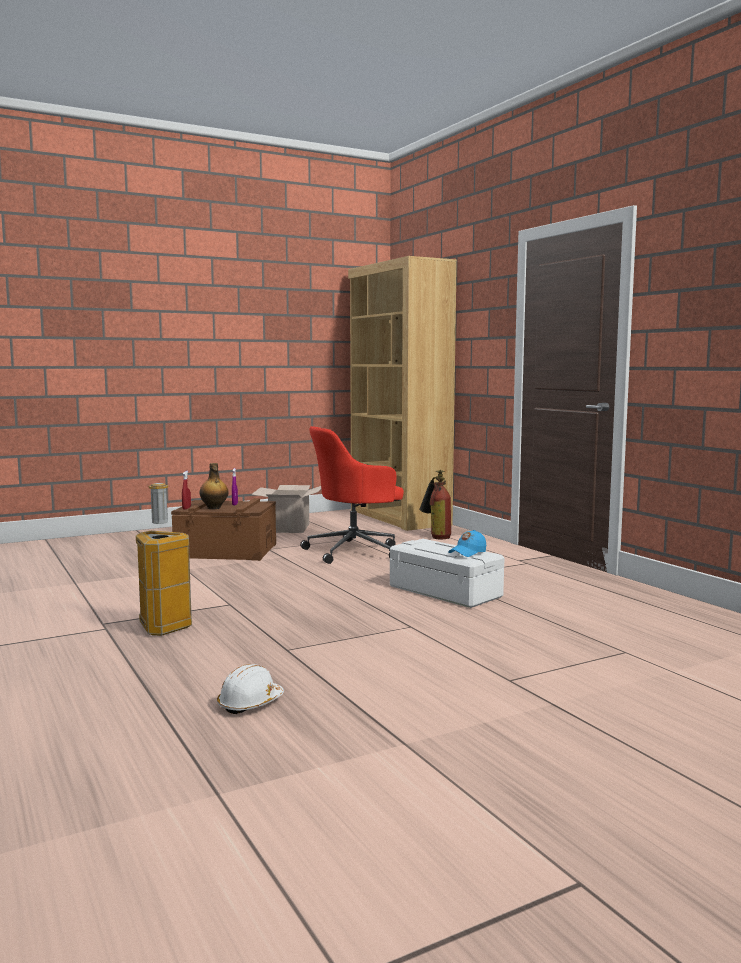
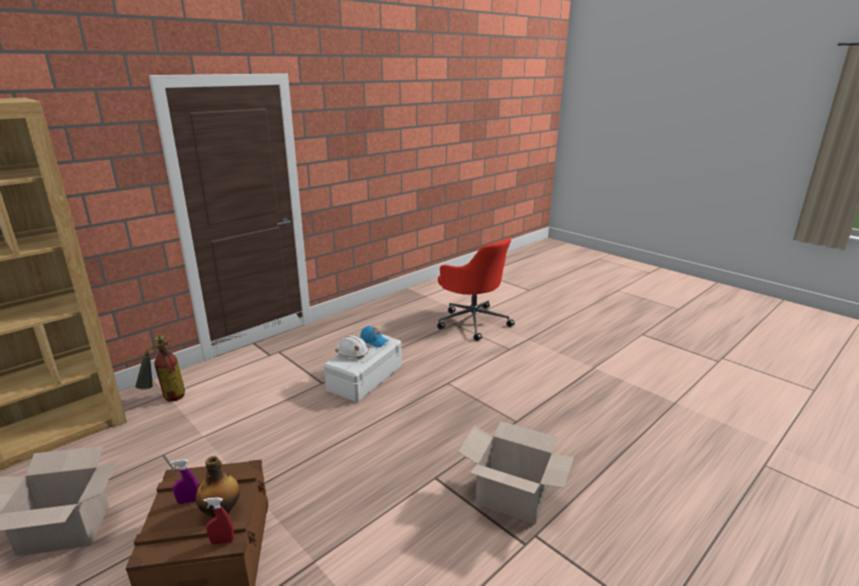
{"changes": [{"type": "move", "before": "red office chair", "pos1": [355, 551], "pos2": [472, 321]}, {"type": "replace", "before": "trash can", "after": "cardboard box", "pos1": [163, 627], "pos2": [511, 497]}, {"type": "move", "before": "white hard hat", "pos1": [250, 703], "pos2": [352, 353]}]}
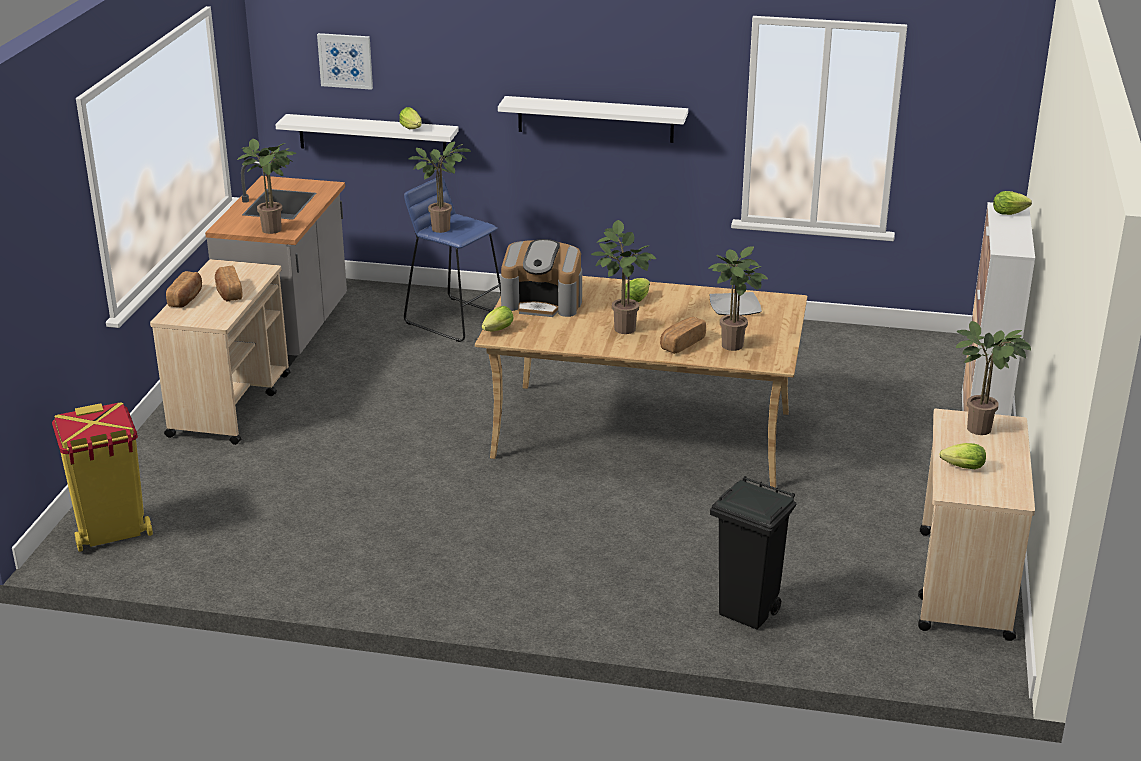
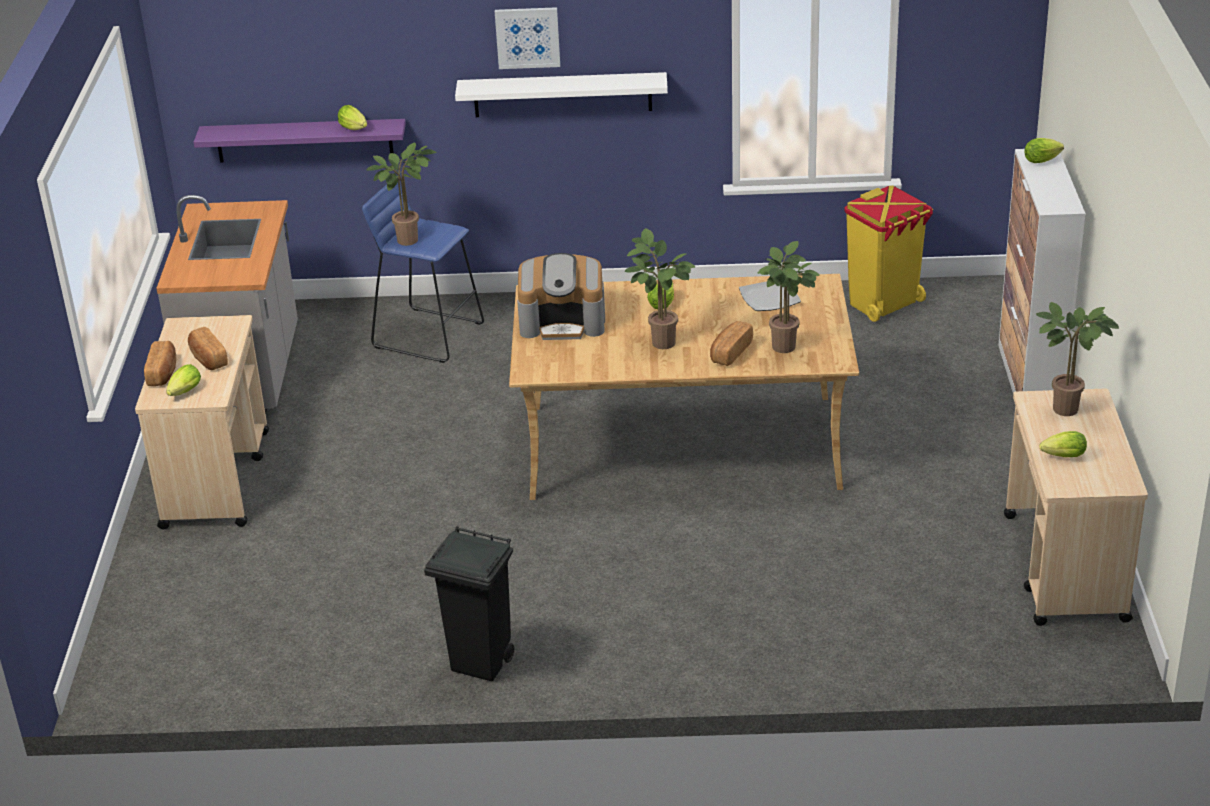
{"changes": [{"type": "move", "before": "picture", "pos1": [345, 60], "pos2": [527, 37]}, {"type": "recolor", "before": "white shelf", "after": "purple shelf", "pos1": [372, 136], "pos2": [304, 140]}, {"type": "delete", "before": "potted plant", "pos1": [275, 229]}, {"type": "move", "before": "lettuce", "pos1": [496, 331], "pos2": [184, 393]}, {"type": "move", "before": "yellow trash can", "pos1": [112, 532], "pos2": [884, 304]}, {"type": "move", "before": "black trash can", "pos1": [748, 612], "pos2": [482, 663]}]}
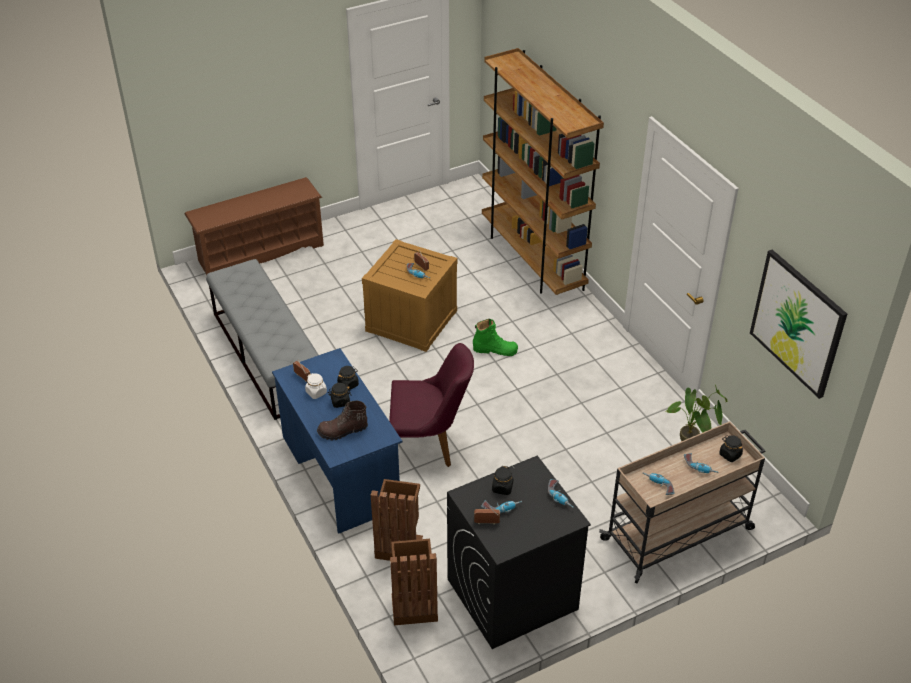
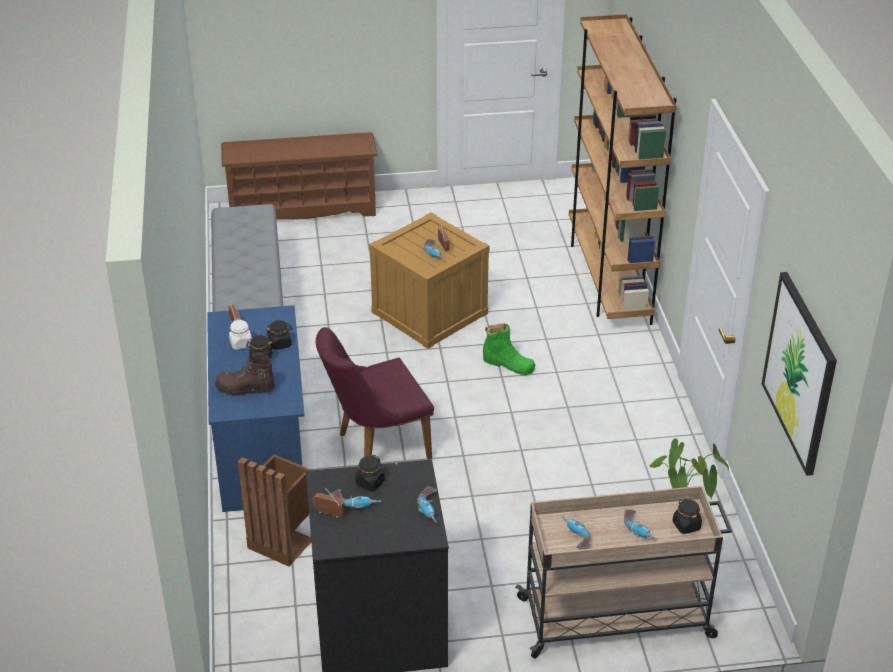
{"changes": [{"type": "rotate", "before": "purple chair", "pos1": [429, 445], "pos2": [375, 447], "turn": 135}, {"type": "delete", "before": "brown trash can", "pos1": [413, 605]}]}
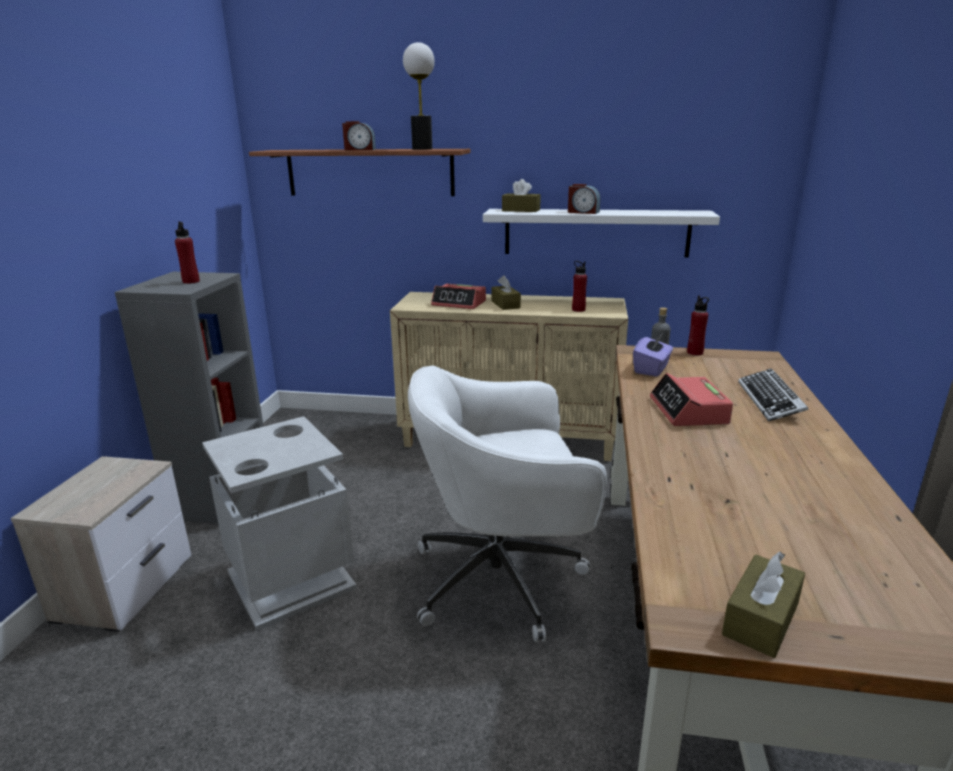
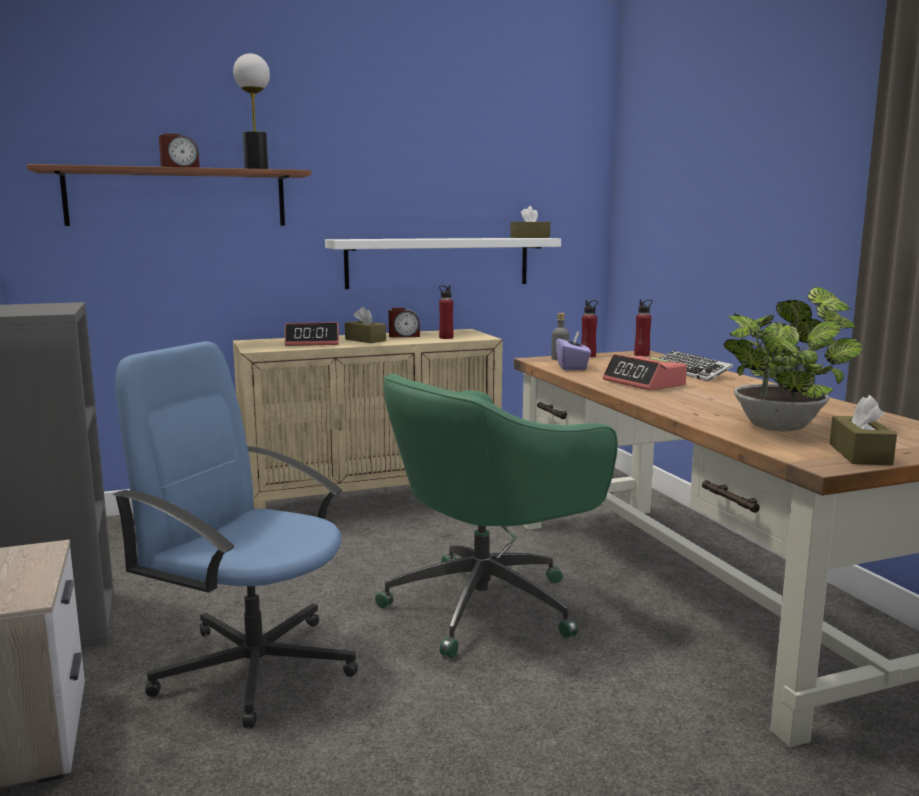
{"changes": [{"type": "move", "before": "brown tissue box", "pos1": [521, 210], "pos2": [530, 237]}, {"type": "move", "before": "alarm clock", "pos1": [583, 212], "pos2": [404, 336]}, {"type": "move", "before": "red bottle", "pos1": [191, 281], "pos2": [641, 355]}, {"type": "recolor", "before": "white office chair", "after": "green office chair", "pos1": [503, 579], "pos2": [487, 604]}, {"type": "replace", "before": "grey trash can", "after": "blue office chair", "pos1": [291, 579], "pos2": [253, 666]}, {"type": "insert", "after": "potted plant", "pos2": [782, 426]}]}
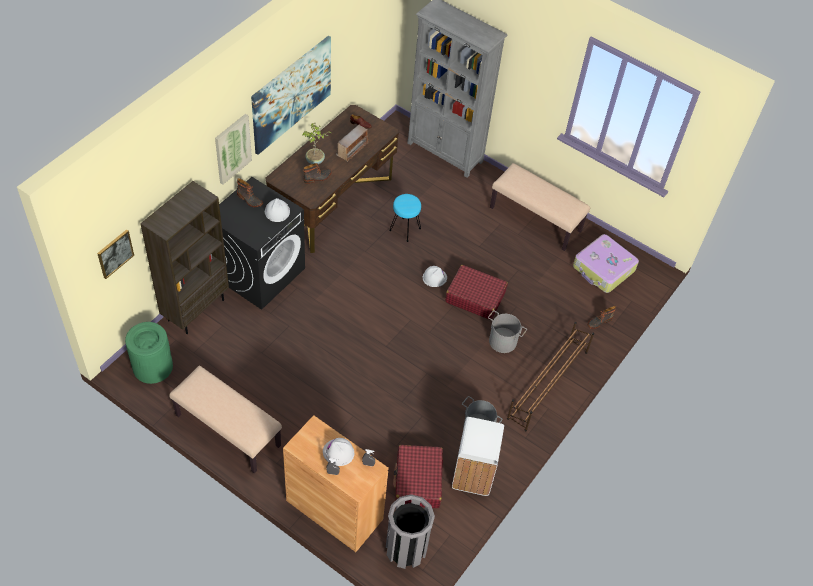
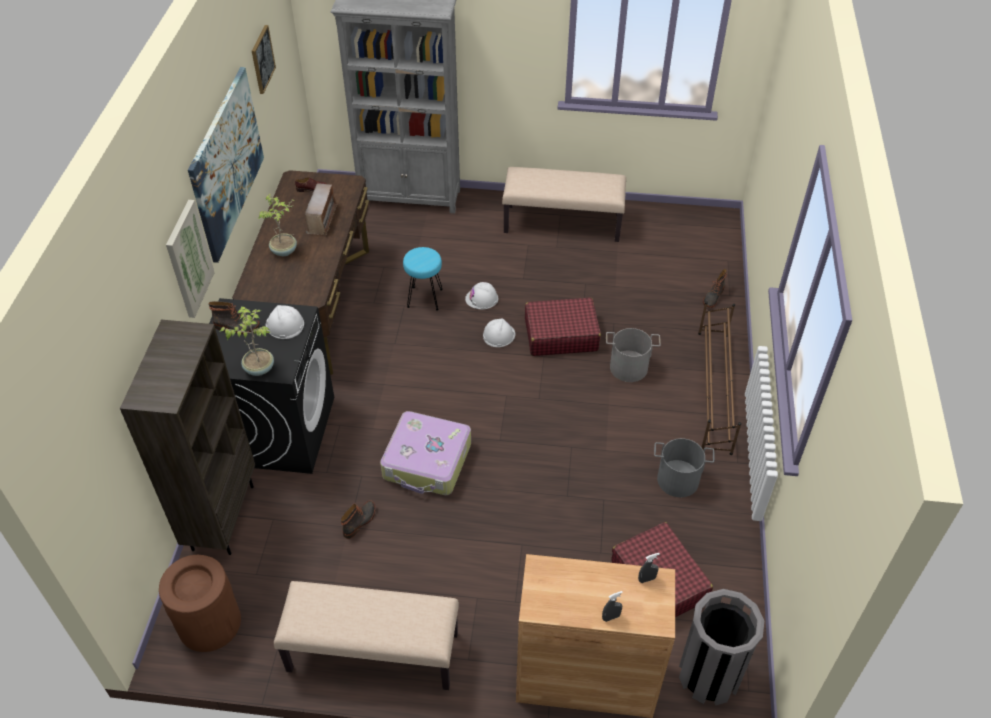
{"changes": [{"type": "move", "before": "boot", "pos1": [317, 178], "pos2": [360, 521]}, {"type": "move", "before": "picture", "pos1": [115, 253], "pos2": [262, 59]}, {"type": "move", "before": "suitcase", "pos1": [603, 269], "pos2": [427, 462]}, {"type": "recolor", "before": "green trash can", "after": "brown trash can", "pos1": [152, 366], "pos2": [209, 623]}, {"type": "delete", "before": "white trash can", "pos1": [473, 474]}, {"type": "move", "before": "white hard hat", "pos1": [338, 452], "pos2": [482, 299]}, {"type": "insert", "after": "potted plant", "pos2": [259, 368]}]}
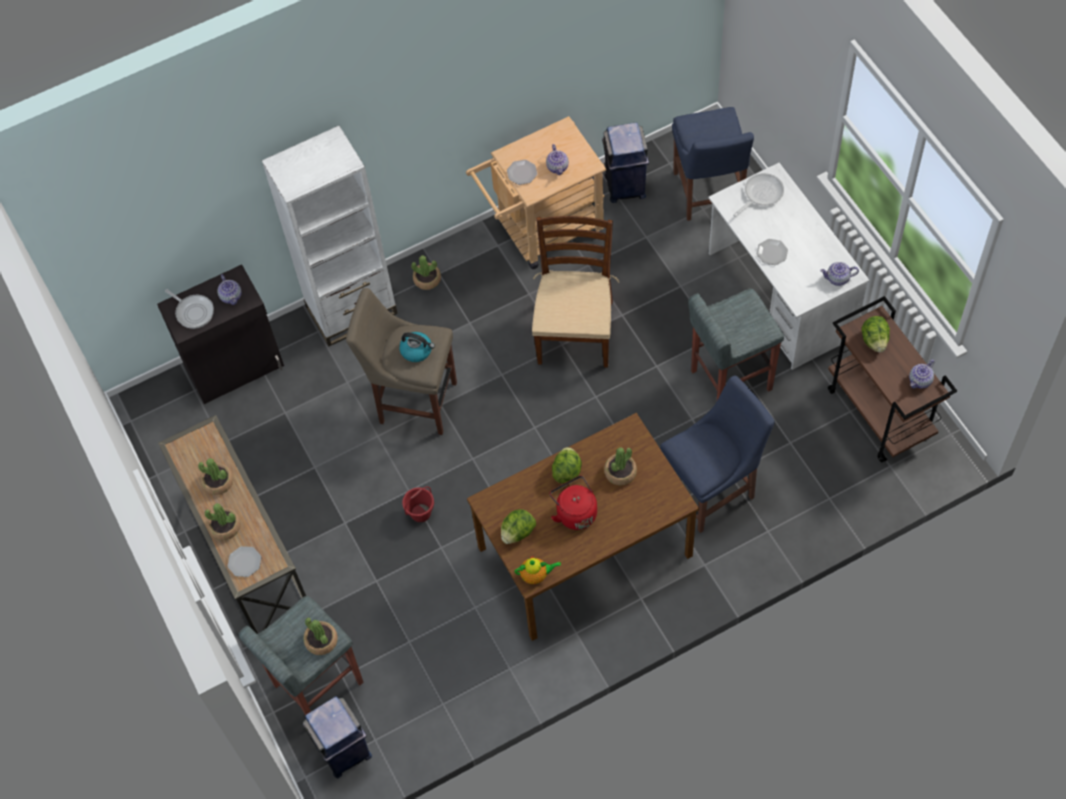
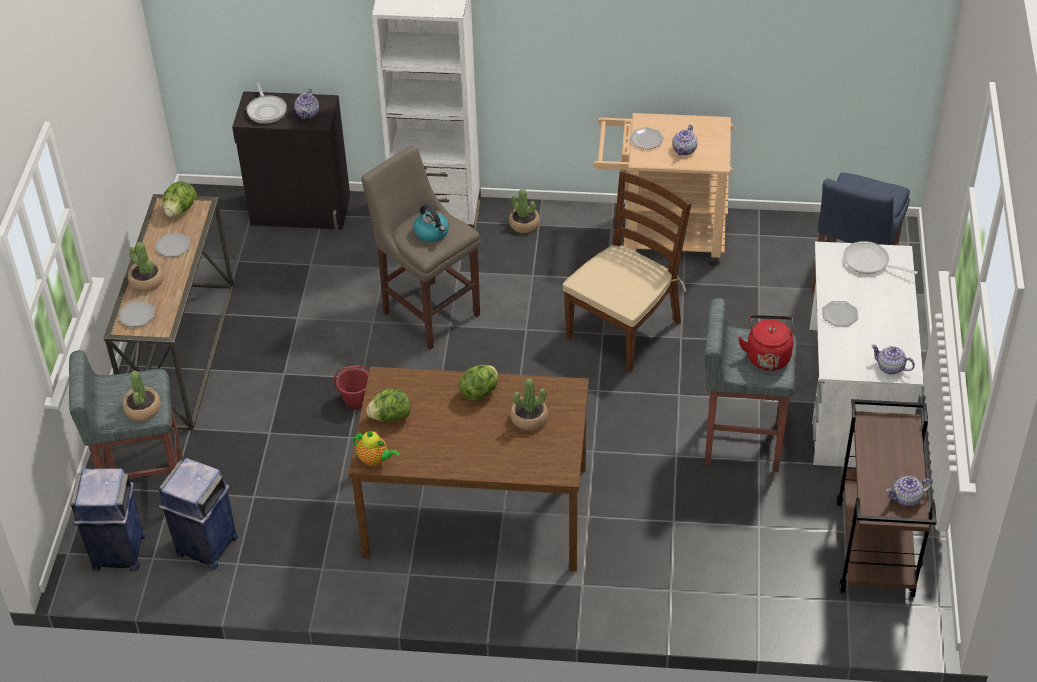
{"changes": [{"type": "move", "before": "blue trash can", "pos1": [625, 187], "pos2": [206, 546]}, {"type": "rotate", "before": "frying pan", "pos1": [760, 194], "pos2": [870, 263], "turn": -135}, {"type": "move", "before": "lettuce", "pos1": [874, 340], "pos2": [180, 210]}, {"type": "delete", "before": "blue chair", "pos1": [712, 490]}, {"type": "replace", "before": "potted plant", "after": "plate", "pos1": [218, 482], "pos2": [173, 246]}, {"type": "move", "before": "red kettle", "pos1": [575, 512], "pos2": [767, 355]}]}
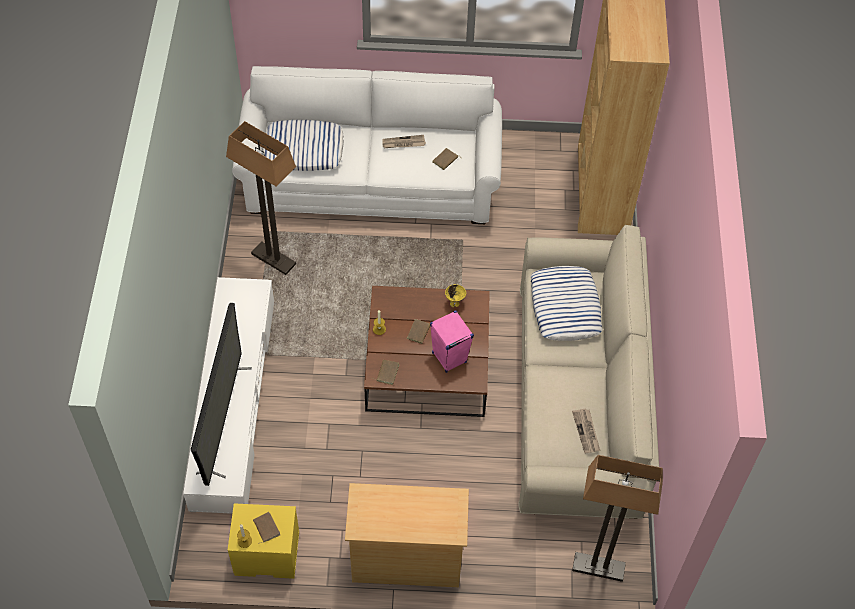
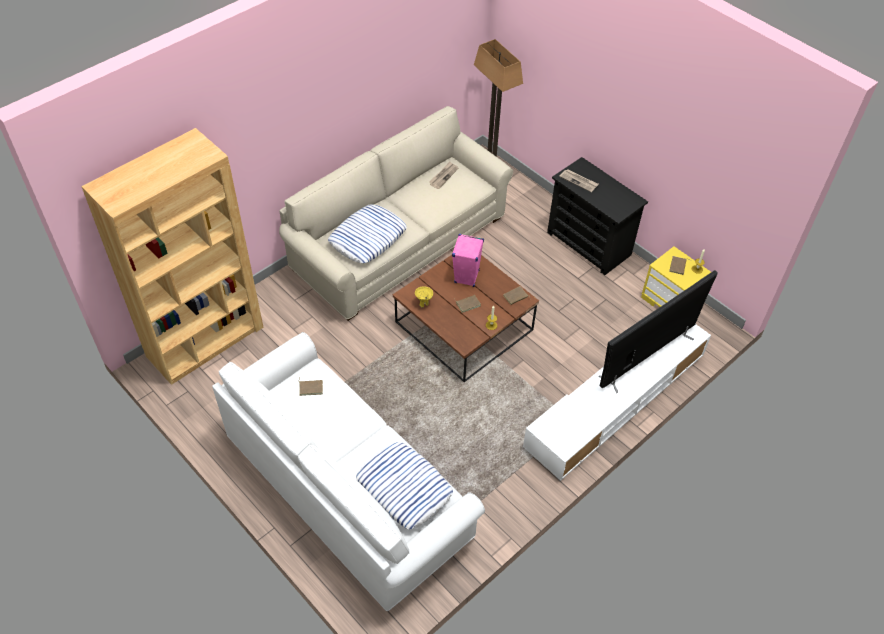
{"changes": [{"type": "delete", "before": "floor lamp", "pos1": [274, 259]}, {"type": "move", "before": "newspaper", "pos1": [403, 143], "pos2": [579, 181]}, {"type": "recolor", "before": "beige dresser", "after": "black dresser", "pos1": [406, 558], "pos2": [589, 244]}]}
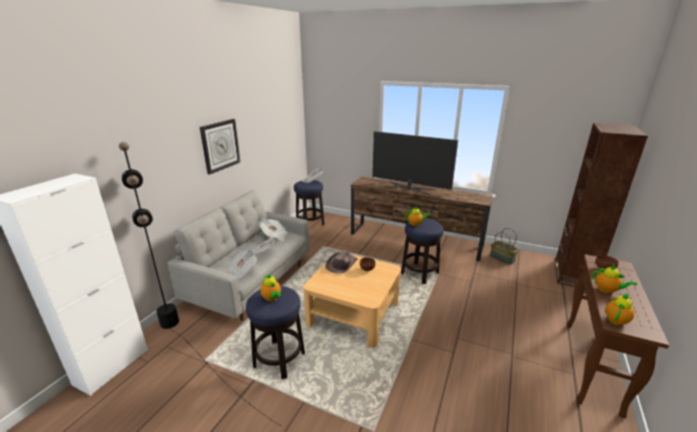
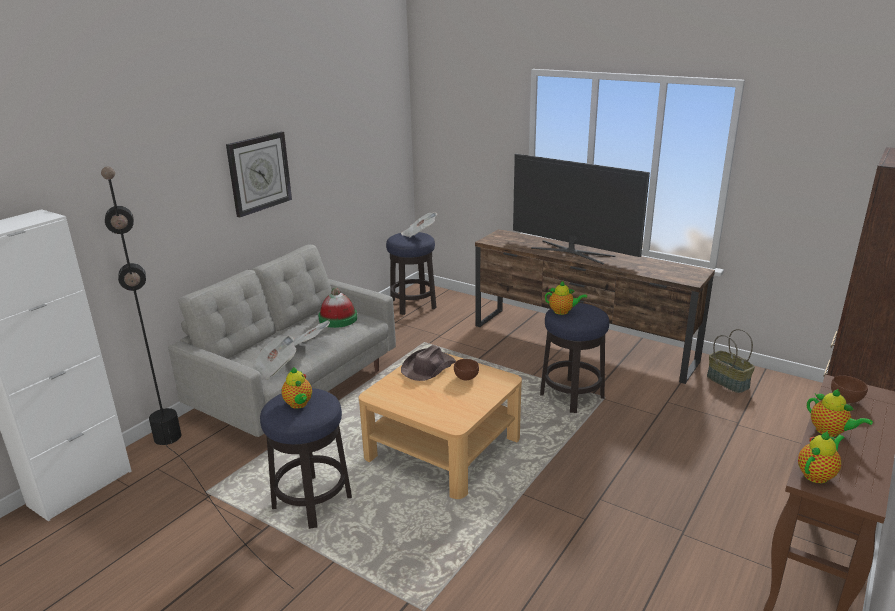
{"changes": [{"type": "replace", "before": "newspaper", "after": "hat", "pos1": [275, 236], "pos2": [338, 319]}]}
